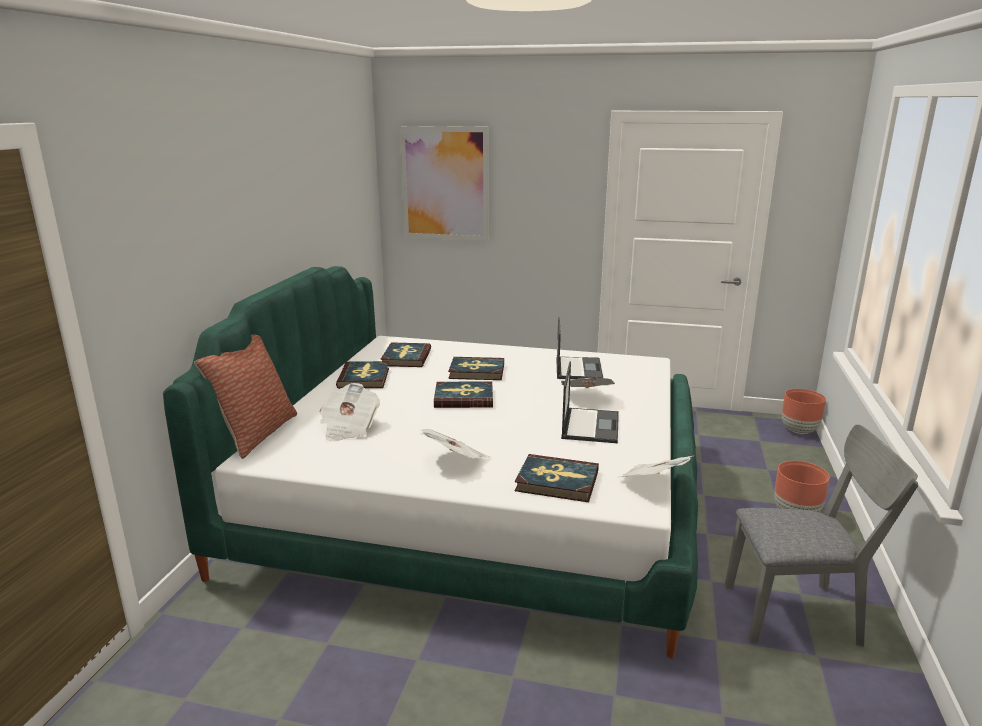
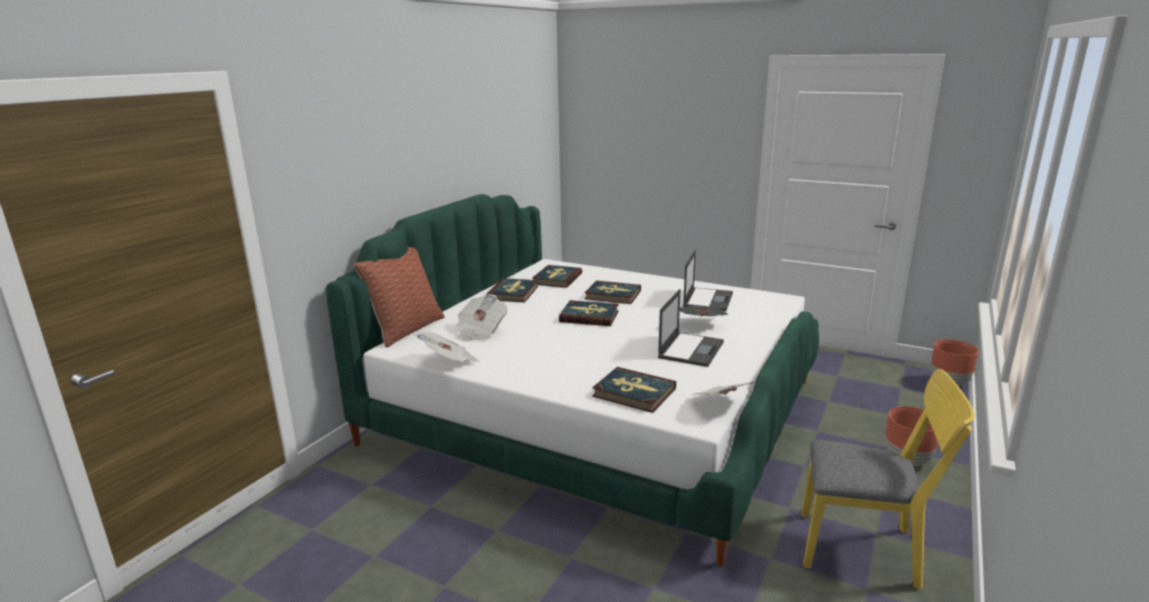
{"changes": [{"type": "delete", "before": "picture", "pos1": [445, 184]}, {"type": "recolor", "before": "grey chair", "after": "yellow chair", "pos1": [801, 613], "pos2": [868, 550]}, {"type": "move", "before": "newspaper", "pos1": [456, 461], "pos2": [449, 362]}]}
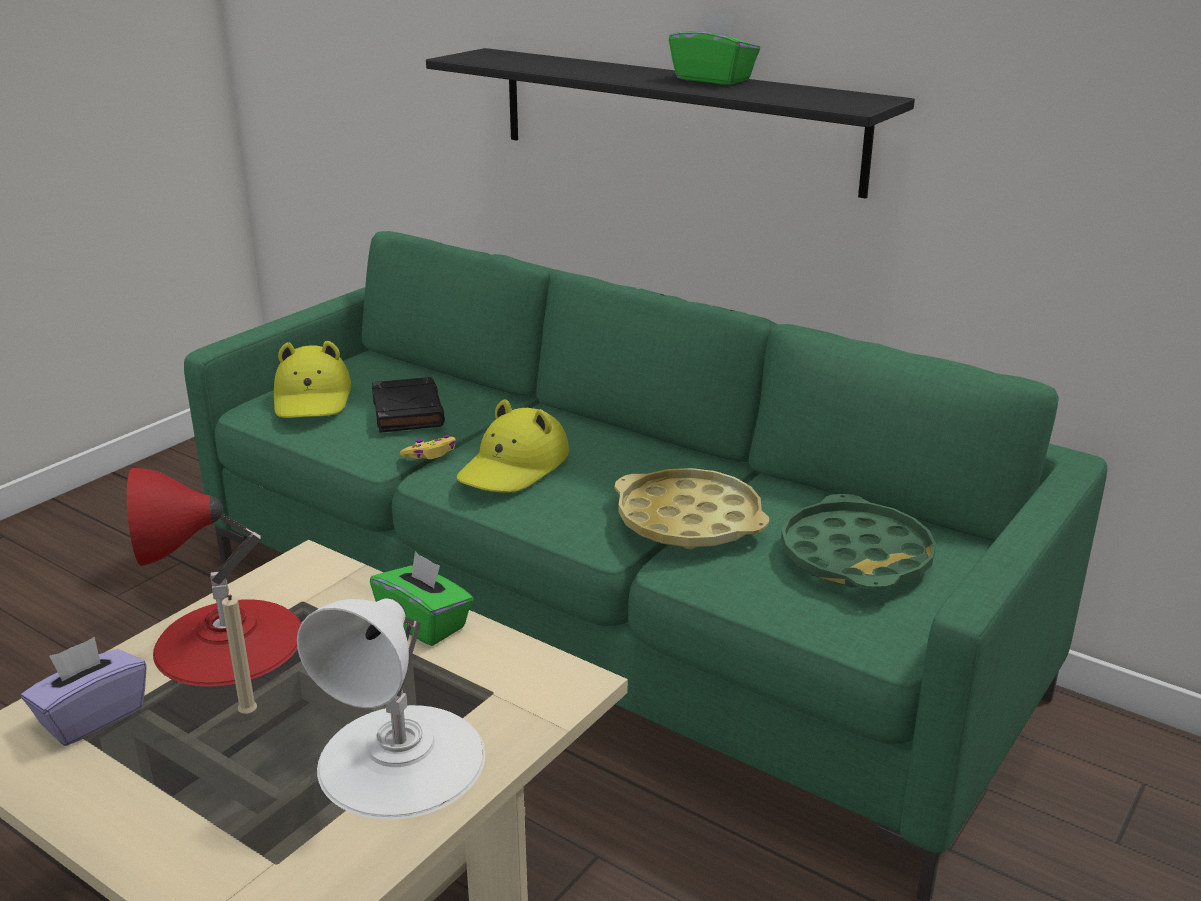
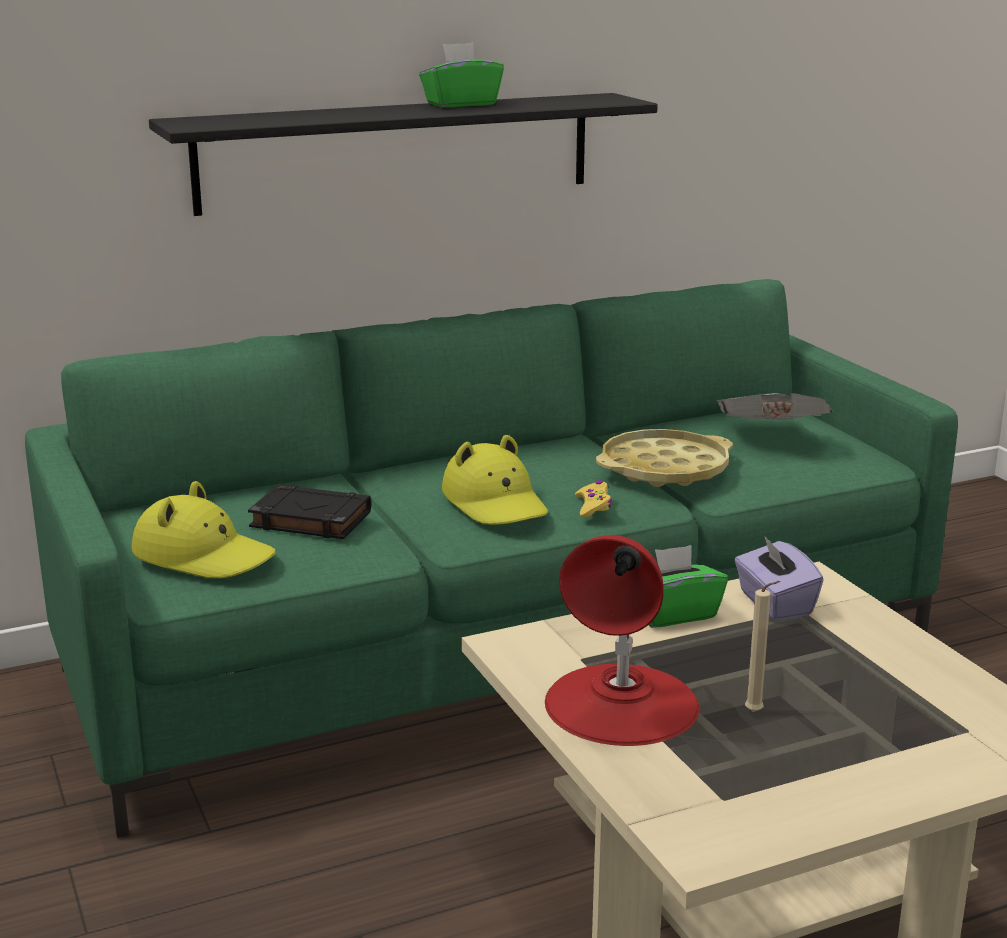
{"changes": [{"type": "move", "before": "yellow game controller", "pos1": [431, 454], "pos2": [593, 506]}, {"type": "replace", "before": "green tray", "after": "newspaper", "pos1": [856, 557], "pos2": [771, 438]}, {"type": "delete", "before": "white table lamp", "pos1": [402, 760]}, {"type": "move", "before": "purple tissue box", "pos1": [92, 716], "pos2": [774, 603]}]}
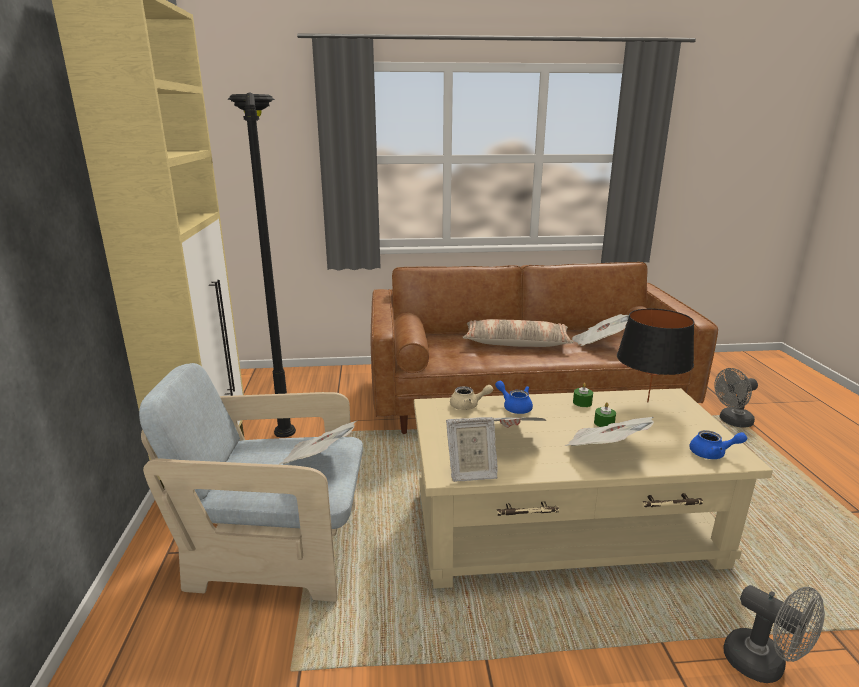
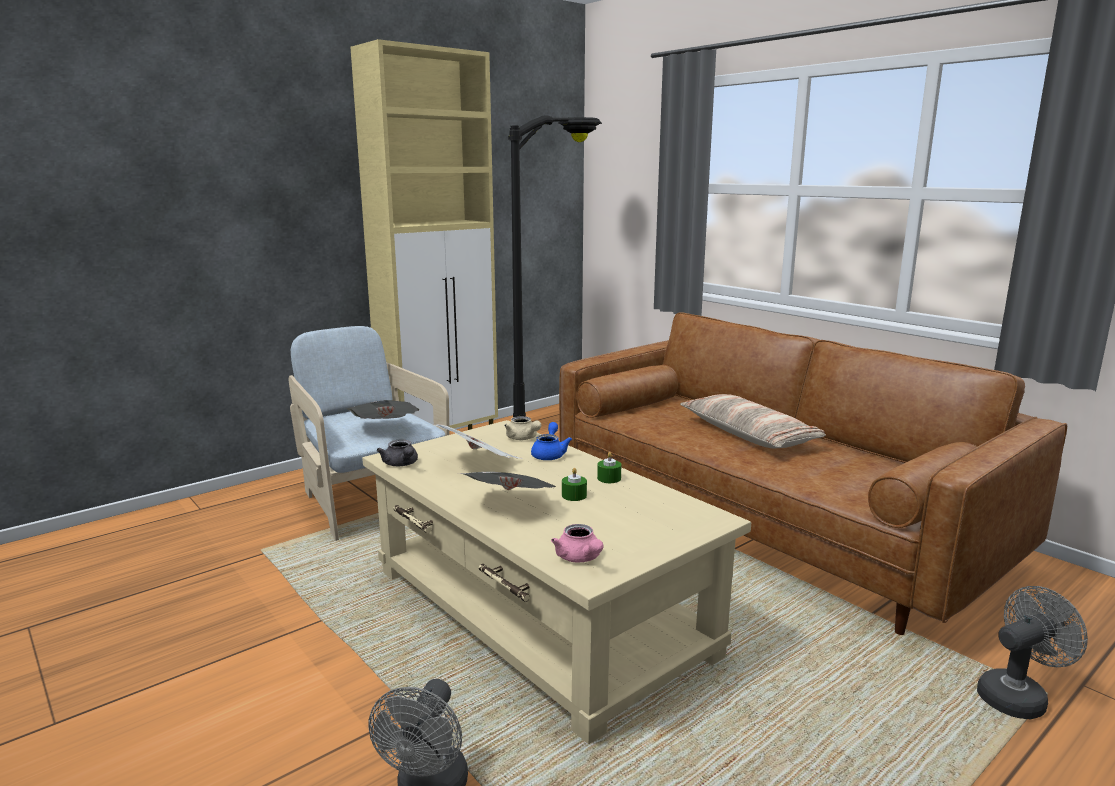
{"changes": [{"type": "delete", "before": "black table lamp", "pos1": [647, 402]}, {"type": "delete", "before": "newspaper", "pos1": [598, 343]}, {"type": "rotate", "before": "grey fan", "pos1": [732, 422], "pos2": [1017, 696], "turn": 120}, {"type": "replace", "before": "picture frame", "after": "grey teapot", "pos1": [471, 473], "pos2": [401, 464]}, {"type": "recolor", "before": "blue teapot", "after": "pink teapot", "pos1": [712, 454], "pos2": [580, 558]}]}
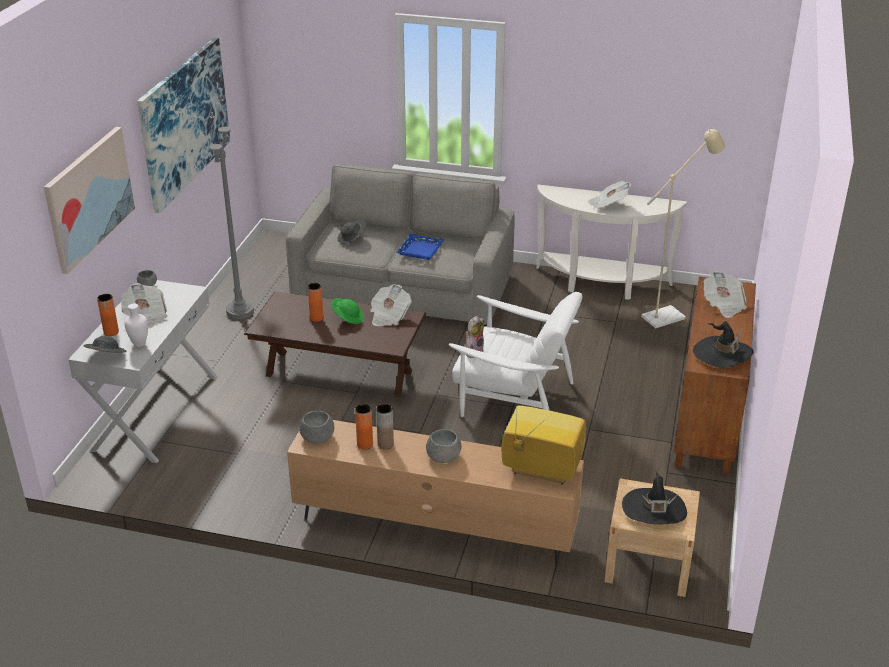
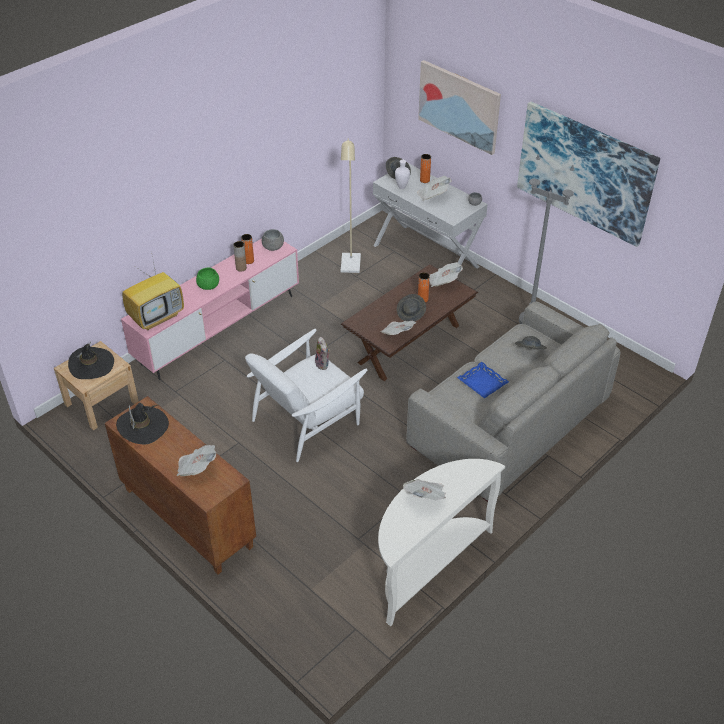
{"changes": [{"type": "move", "before": "beige floor lamp", "pos1": [669, 315], "pos2": [350, 267]}, {"type": "recolor", "before": "green hat", "after": "grey hat", "pos1": [348, 318], "pos2": [411, 313]}, {"type": "recolor", "before": "brown tv stand", "after": "pink tv stand", "pos1": [435, 526], "pos2": [219, 330]}, {"type": "recolor", "before": "grey bowl", "after": "green bowl", "pos1": [443, 456], "pos2": [208, 285]}, {"type": "insert", "after": "newspaper", "pos2": [443, 281]}]}
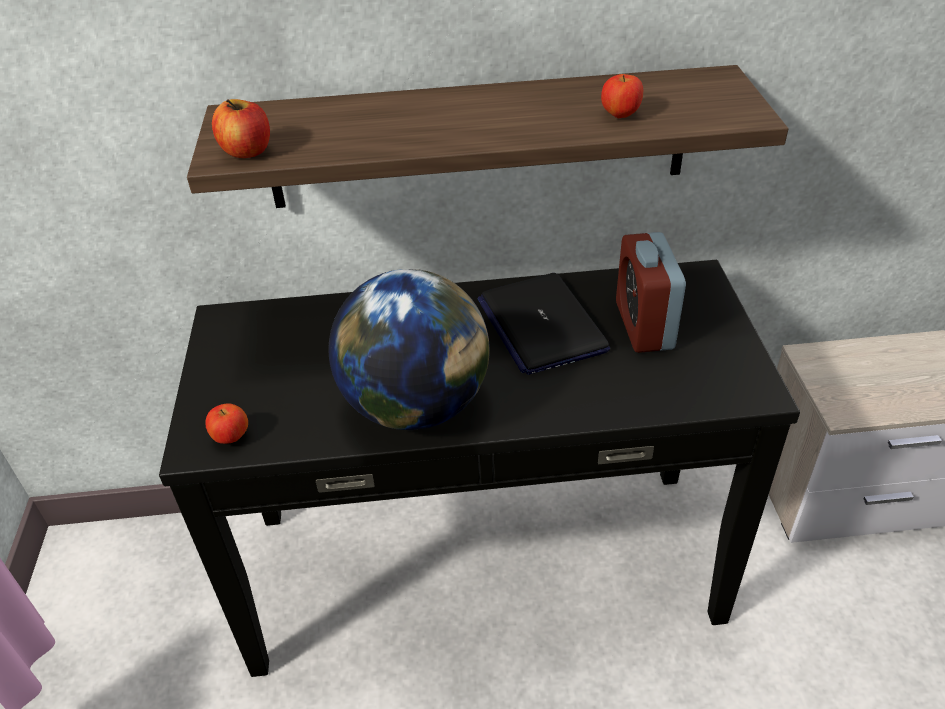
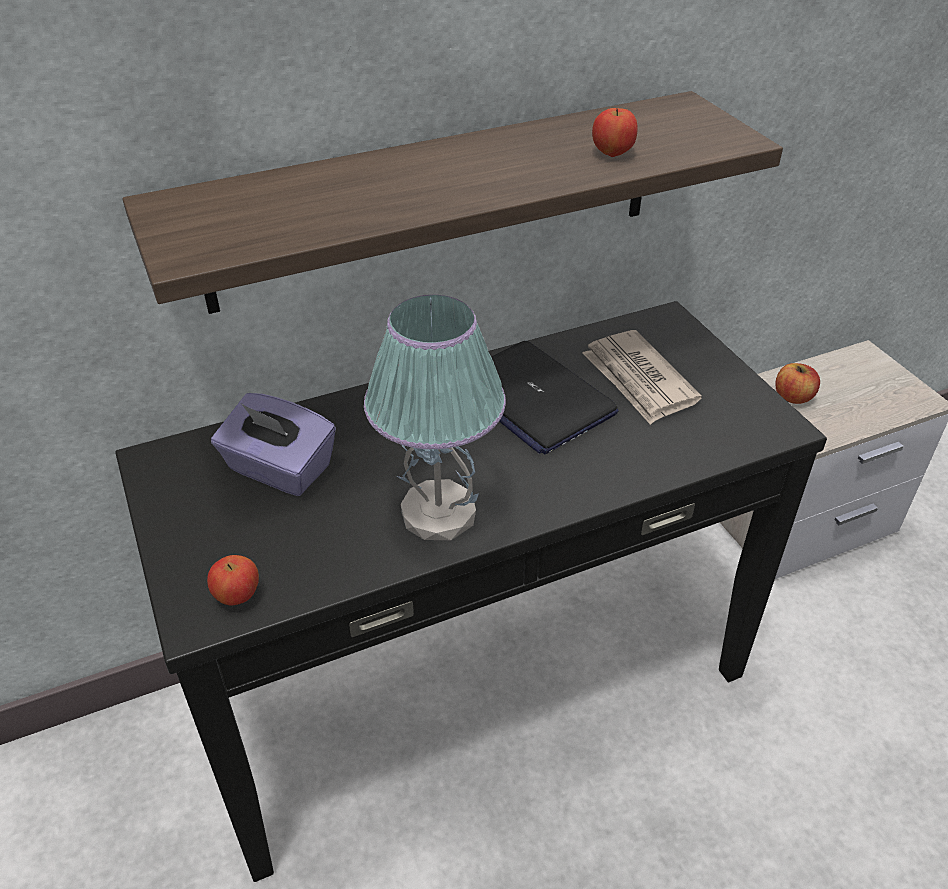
{"changes": [{"type": "move", "before": "apple", "pos1": [247, 151], "pos2": [793, 397]}, {"type": "replace", "before": "alarm clock", "after": "newspaper", "pos1": [644, 325], "pos2": [638, 380]}, {"type": "replace", "before": "globe", "after": "table lamp", "pos1": [416, 406], "pos2": [440, 513]}, {"type": "insert", "after": "purple tissue box", "pos2": [279, 469]}]}
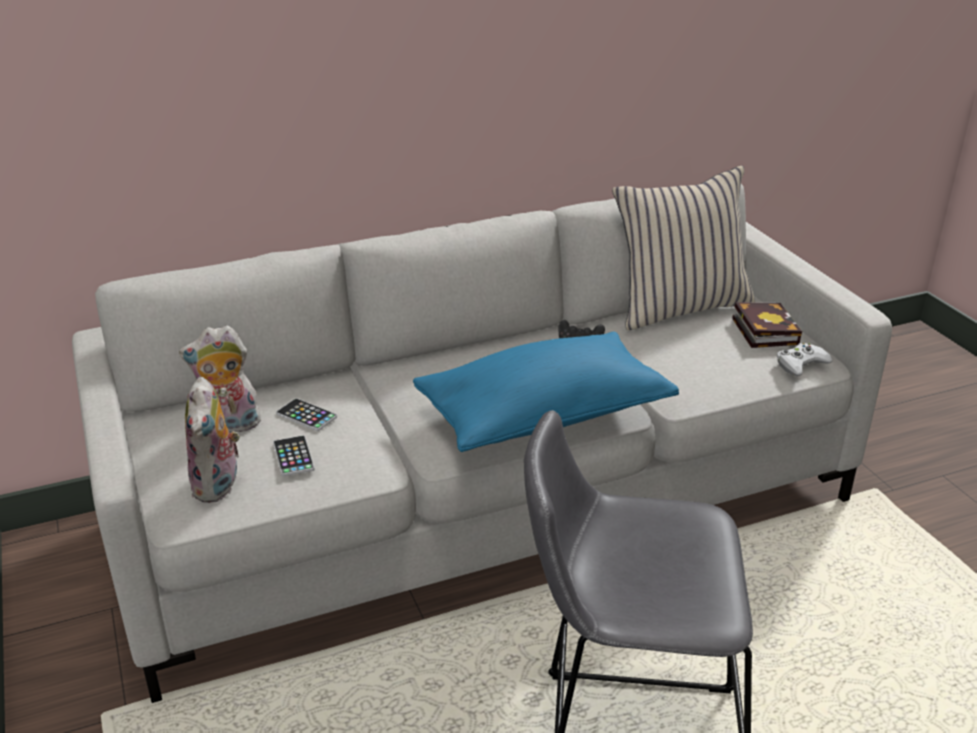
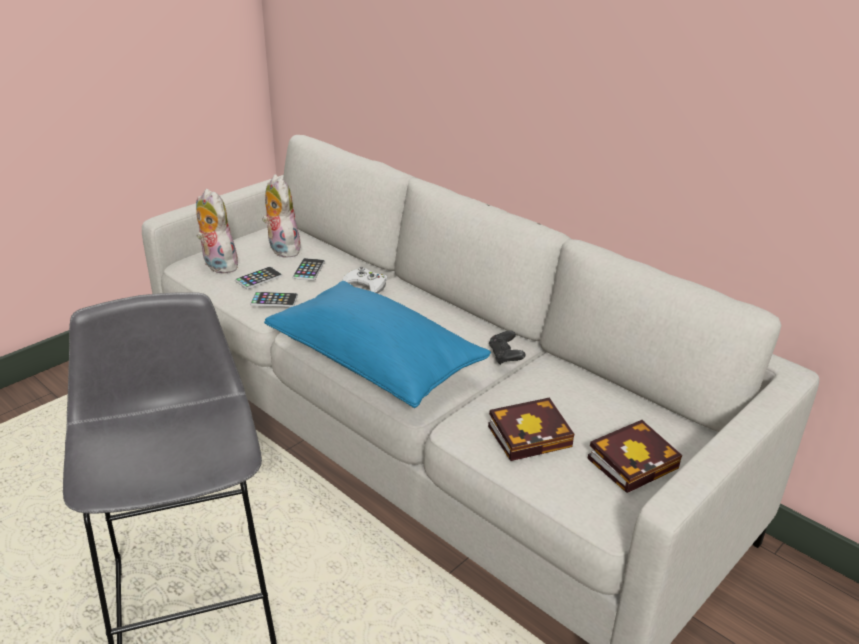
{"changes": [{"type": "delete", "before": "beige pillow", "pos1": [679, 307]}, {"type": "move", "before": "white game controller", "pos1": [801, 364], "pos2": [366, 285]}, {"type": "rotate", "before": "plush toy", "pos1": [219, 486], "pos2": [217, 265], "turn": 75}, {"type": "insert", "after": "phone", "pos2": [274, 300]}, {"type": "insert", "after": "book", "pos2": [532, 435]}]}
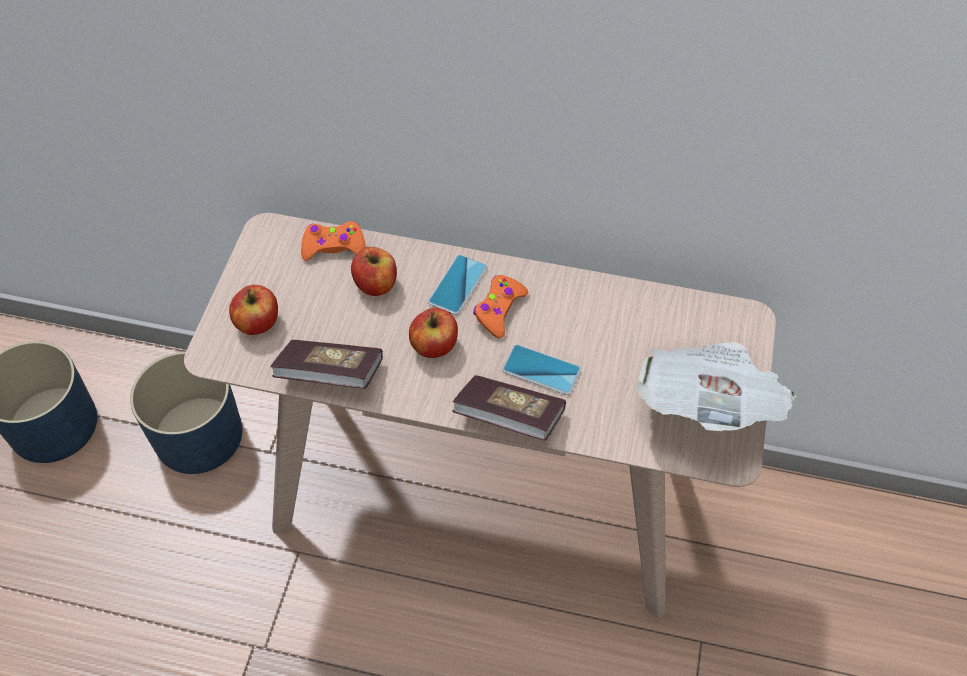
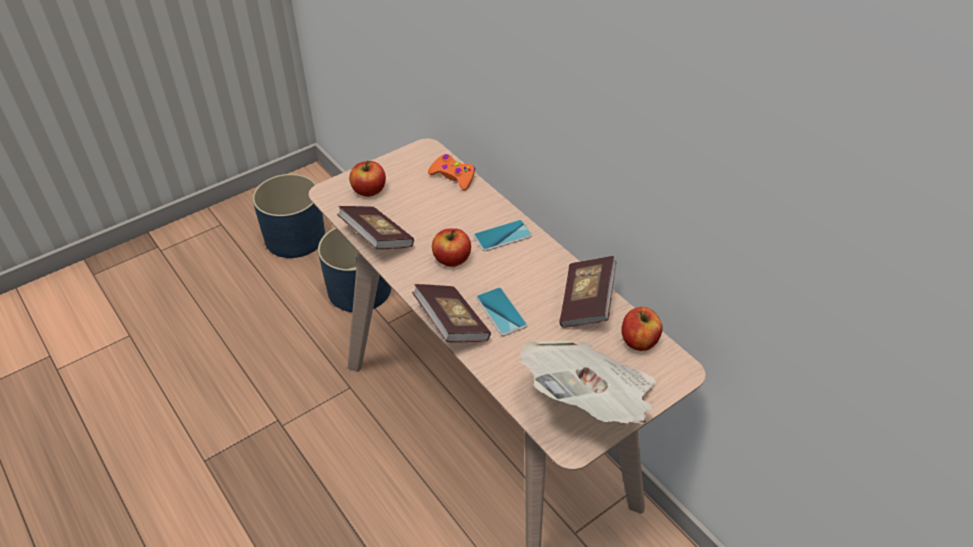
{"changes": [{"type": "move", "before": "apple", "pos1": [376, 284], "pos2": [639, 341]}, {"type": "delete", "before": "orange game controller", "pos1": [499, 310]}, {"type": "insert", "after": "book", "pos2": [586, 303]}]}
